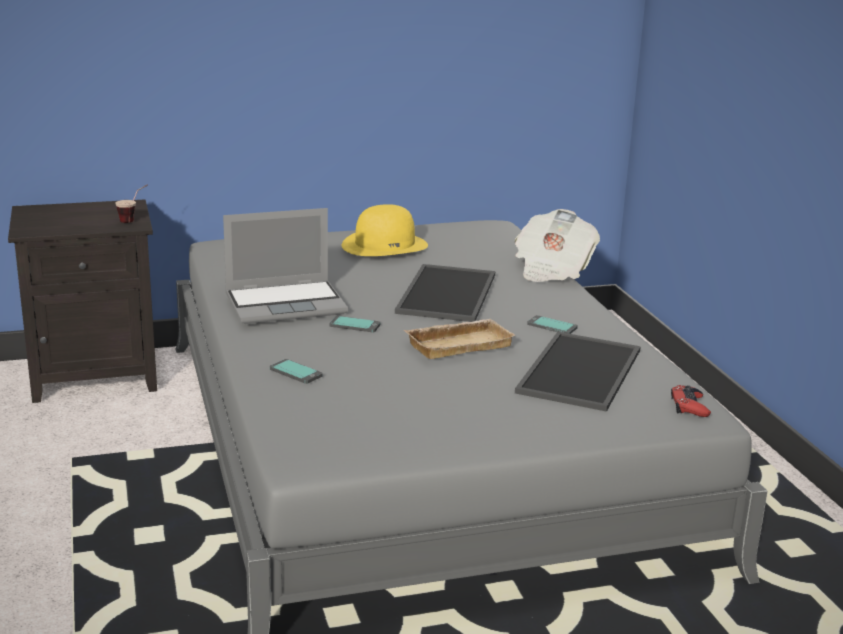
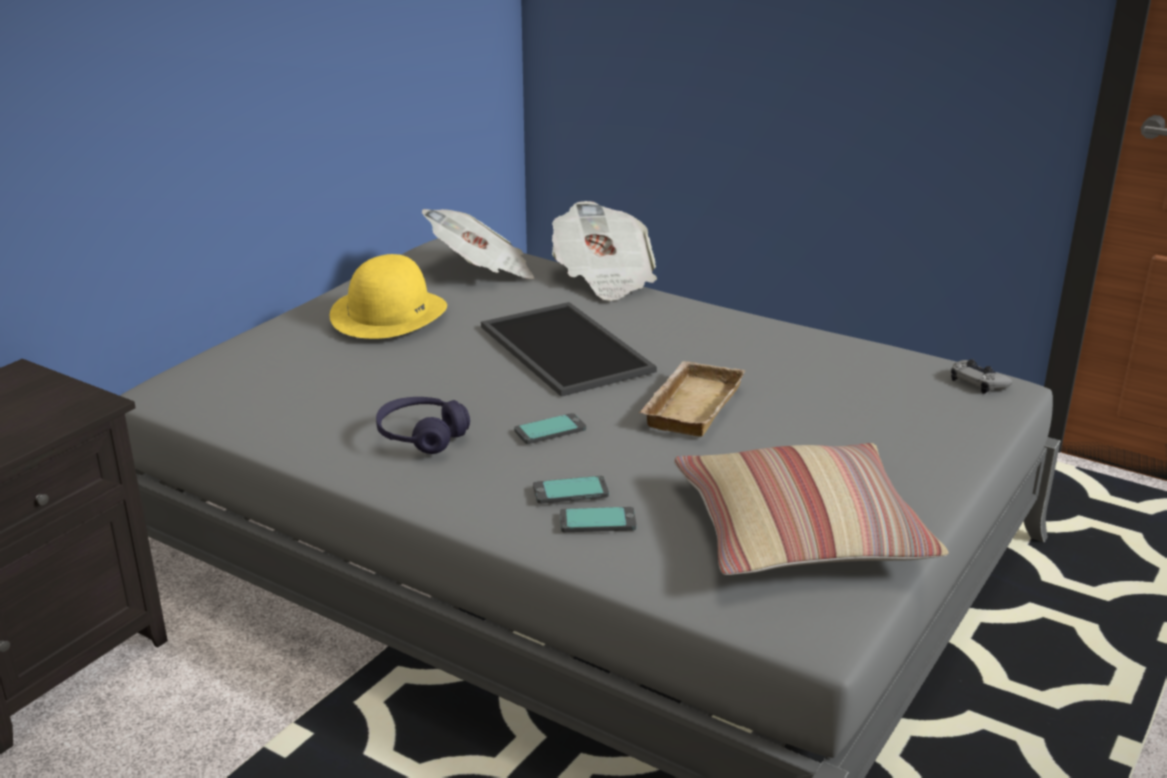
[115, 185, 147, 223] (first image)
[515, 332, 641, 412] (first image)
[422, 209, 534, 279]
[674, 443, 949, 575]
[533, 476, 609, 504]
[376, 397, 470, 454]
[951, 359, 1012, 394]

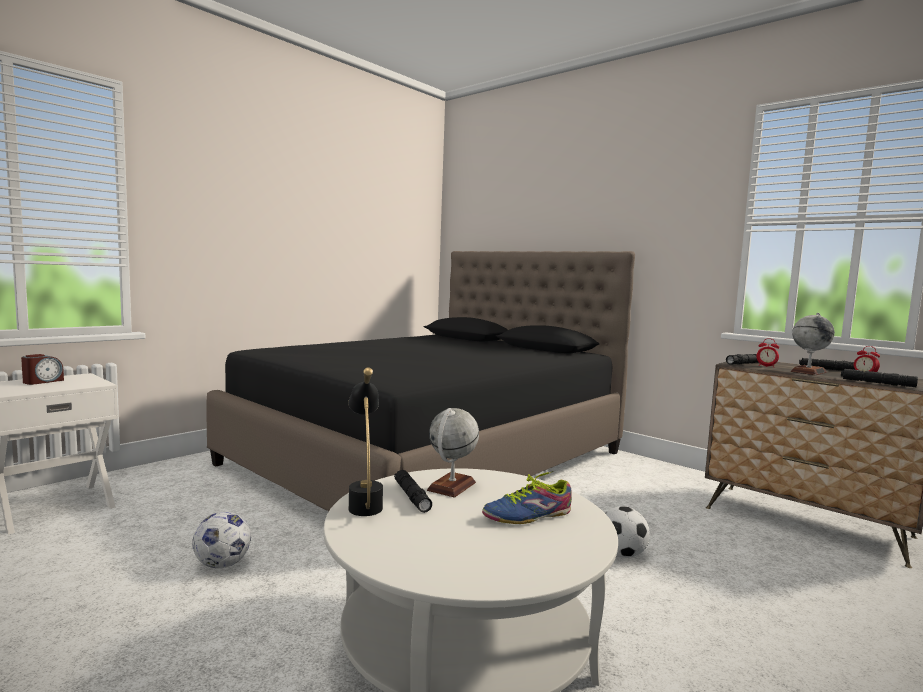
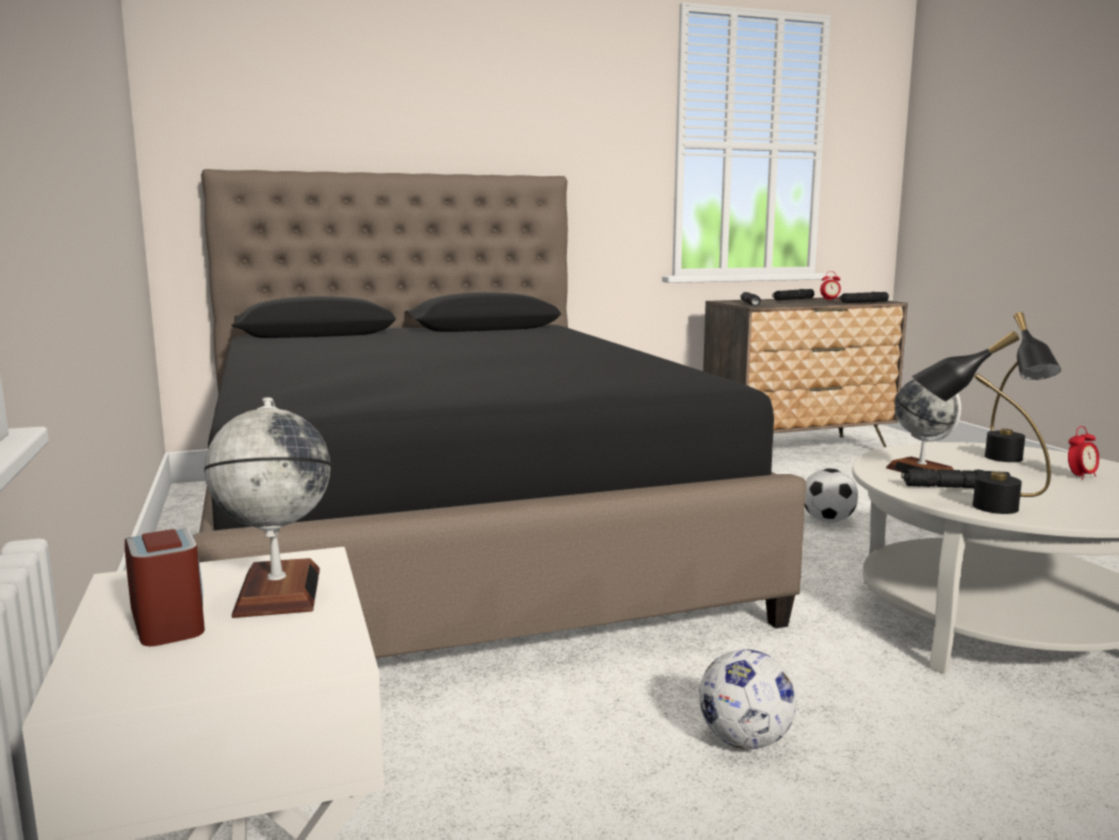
[1068, 426, 1099, 480]
[204, 397, 331, 618]
[985, 312, 1061, 462]

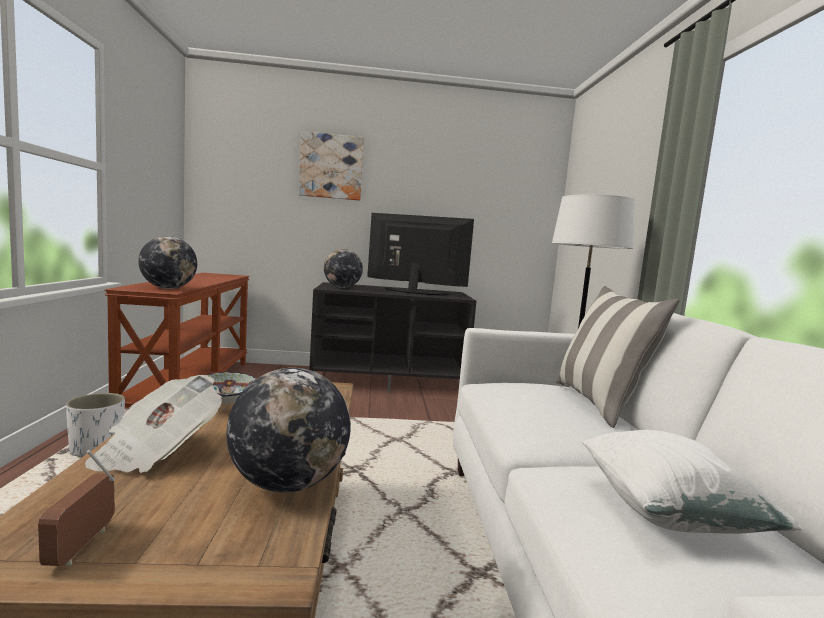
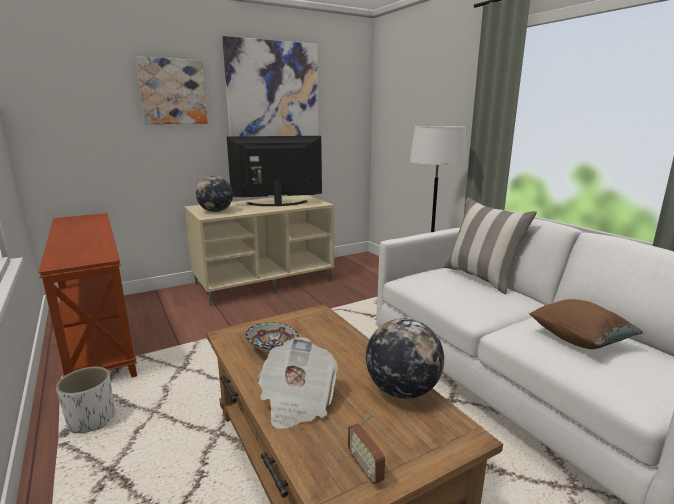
[138, 236, 197, 289] (first image)
[222, 36, 318, 136]
[184, 195, 334, 307]
[529, 299, 643, 349]

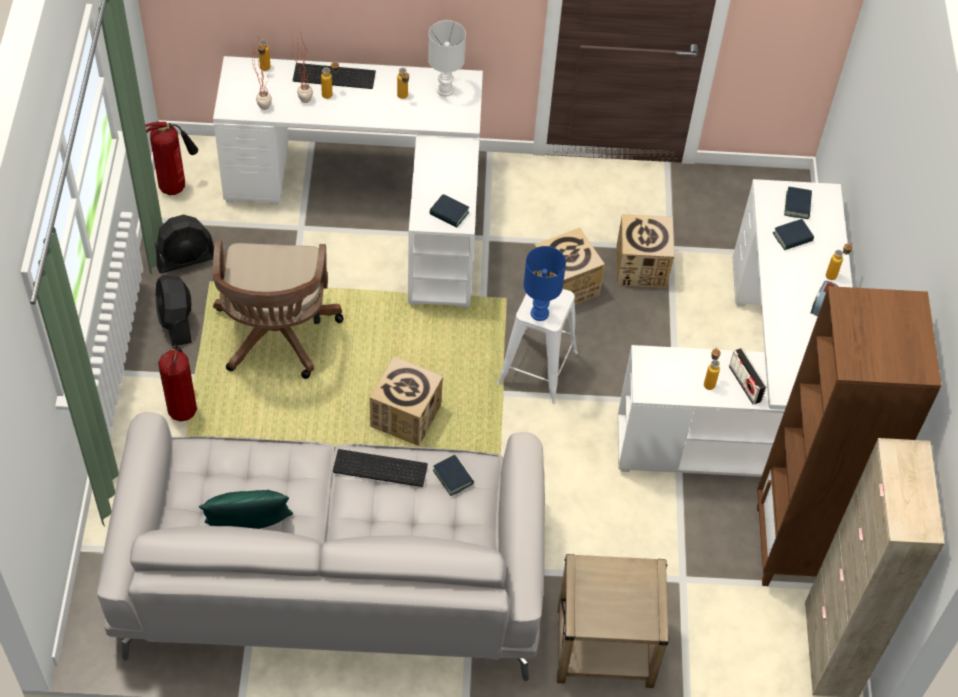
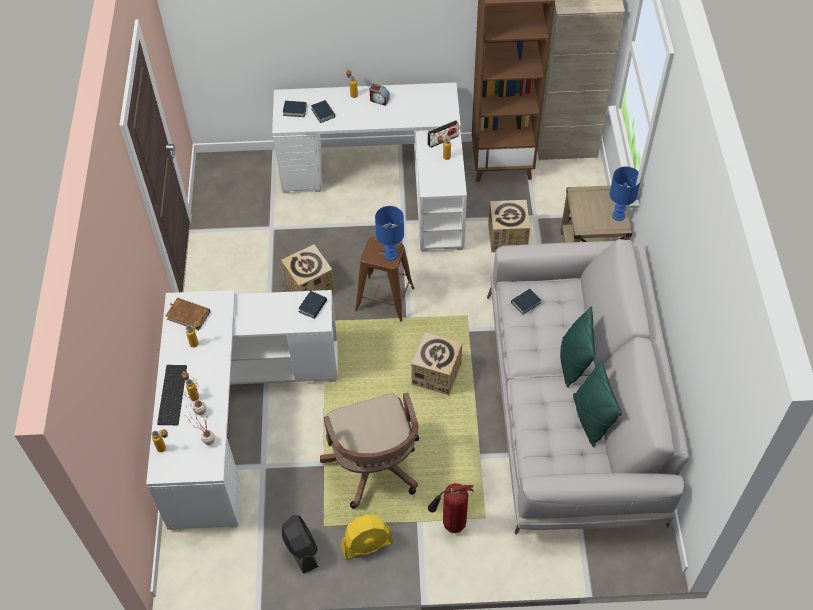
[145, 120, 198, 195] (first image)
[333, 449, 428, 487] (first image)
[560, 306, 595, 388]
[610, 167, 641, 221]
[488, 200, 530, 252]
[166, 298, 210, 331]
[341, 515, 394, 560]
[355, 237, 414, 322]
[320, 392, 419, 509]

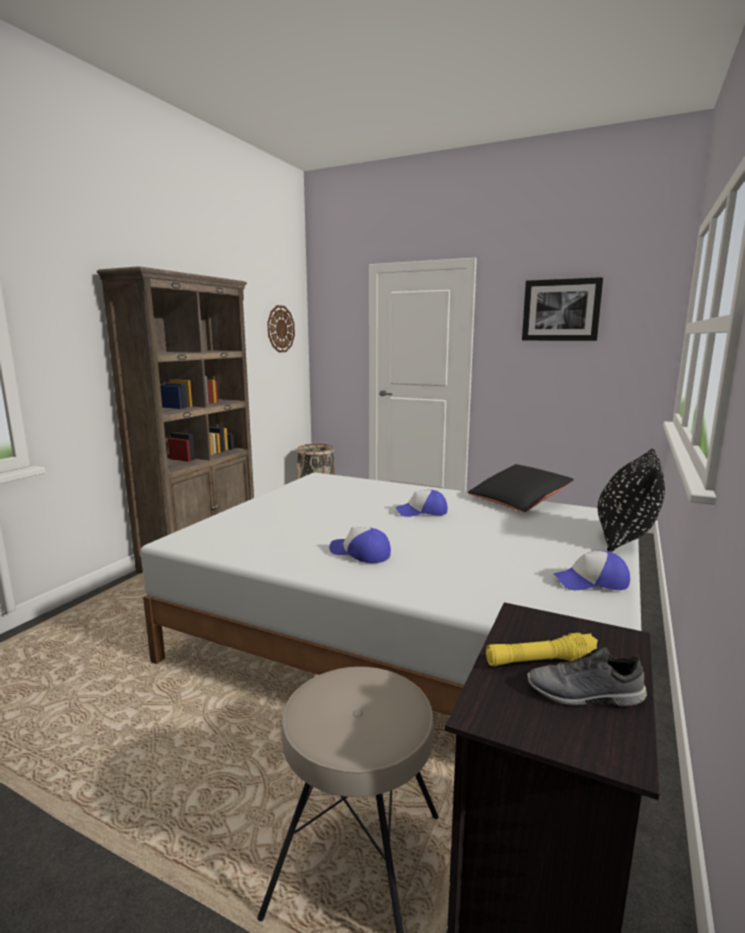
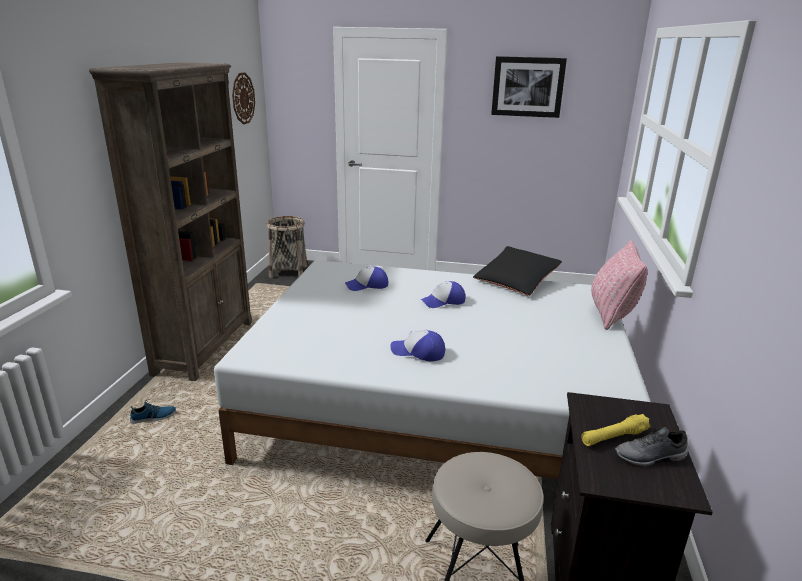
[130, 400, 176, 424]
[345, 267, 388, 291]
[591, 240, 647, 330]

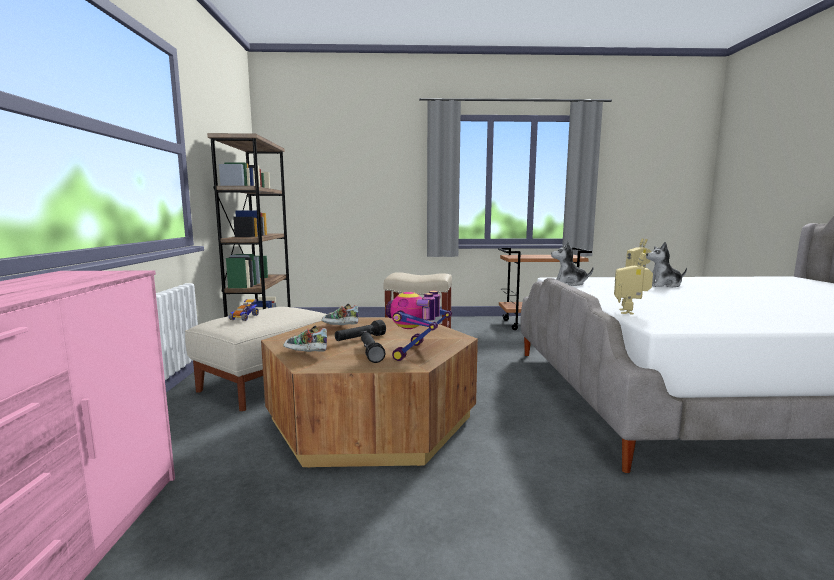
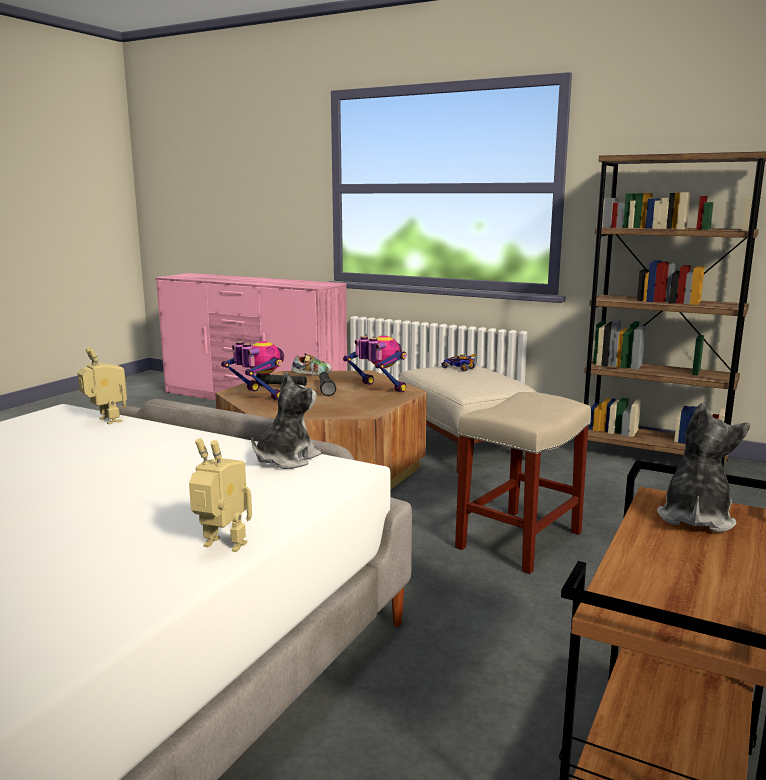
[657, 403, 750, 533]
[343, 336, 407, 393]

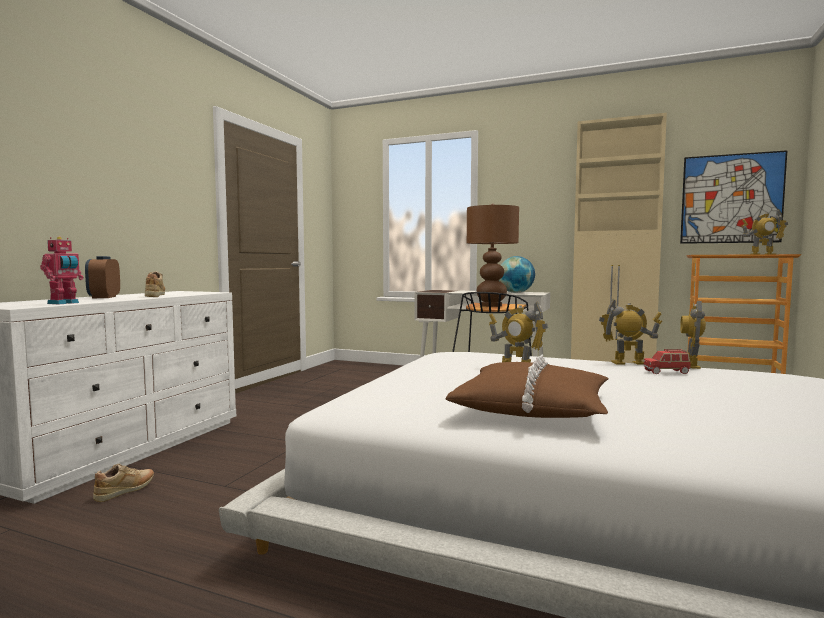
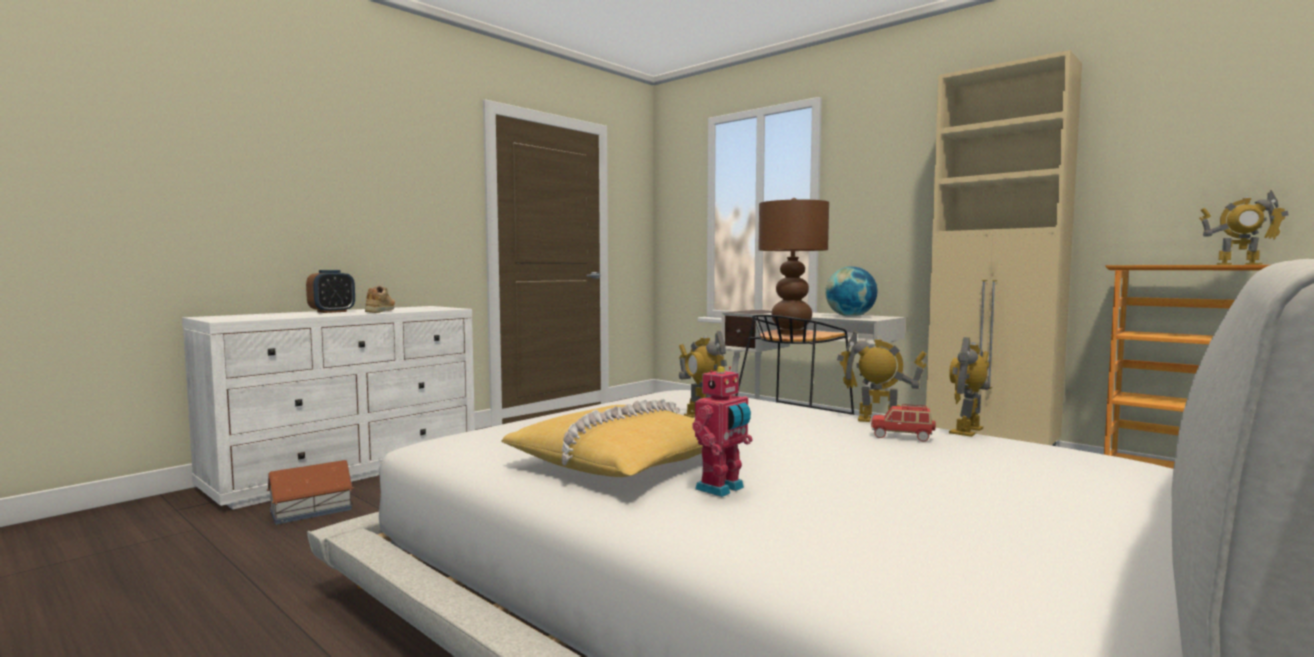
[680, 150, 787, 244] (first image)
[692, 366, 752, 497]
[267, 460, 354, 525]
[501, 398, 703, 477]
[306, 270, 355, 313]

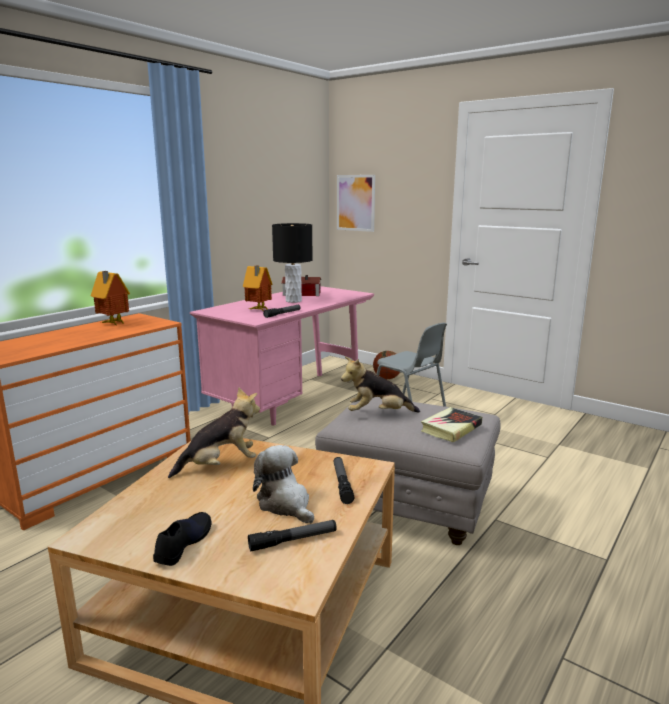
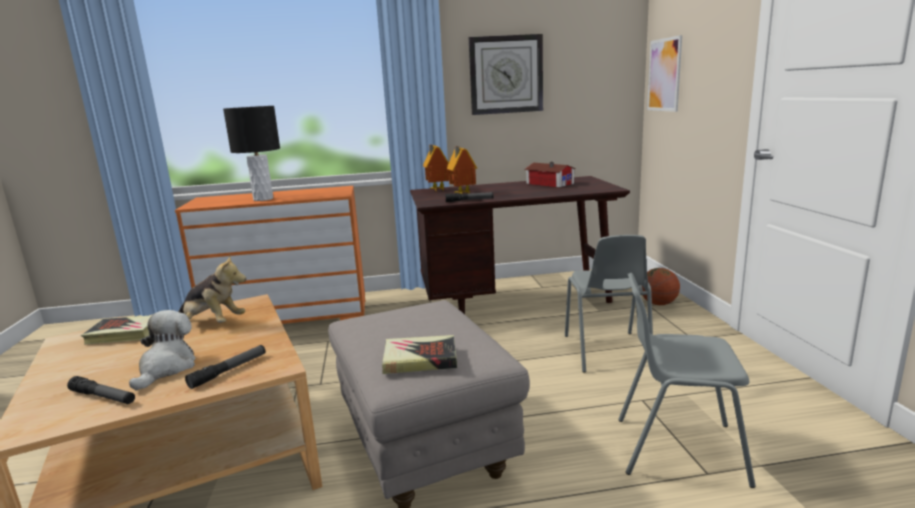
[153, 512, 212, 566] (first image)
[341, 357, 420, 412] (first image)
[81, 315, 152, 345]
[469, 34, 543, 115]
[618, 273, 756, 488]
[423, 145, 449, 192]
[223, 106, 280, 201]
[410, 176, 630, 314]

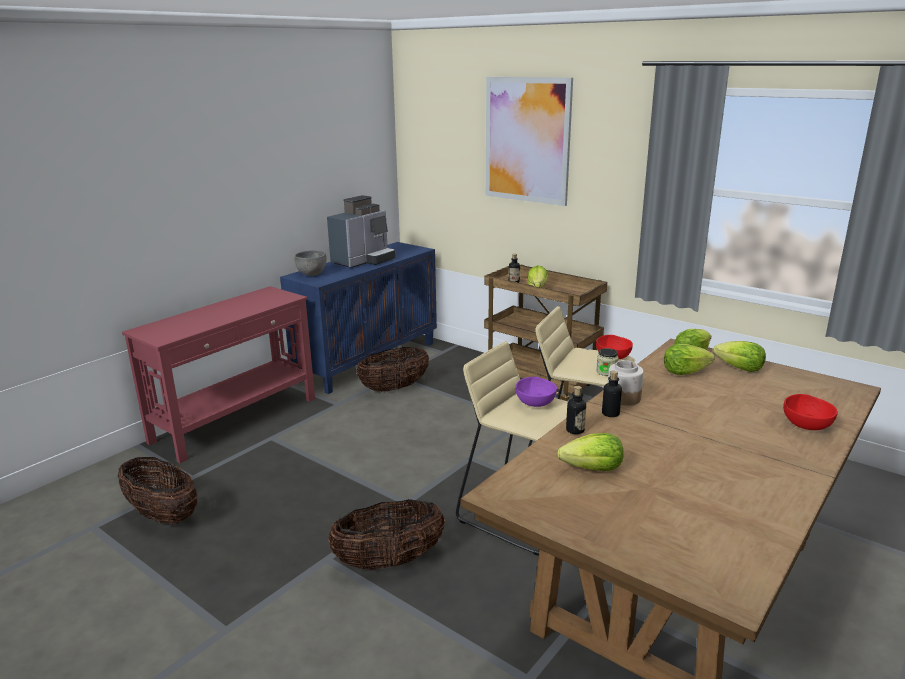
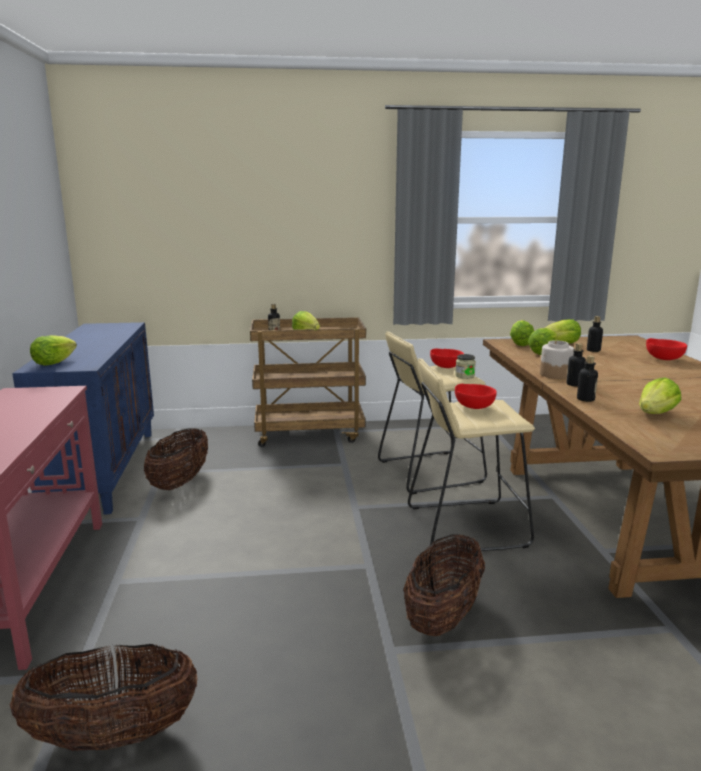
[327, 195, 395, 268] (first image)
[486, 77, 573, 206] (first image)
[587, 316, 603, 352]
[30, 335, 77, 366]
[455, 384, 497, 409]

